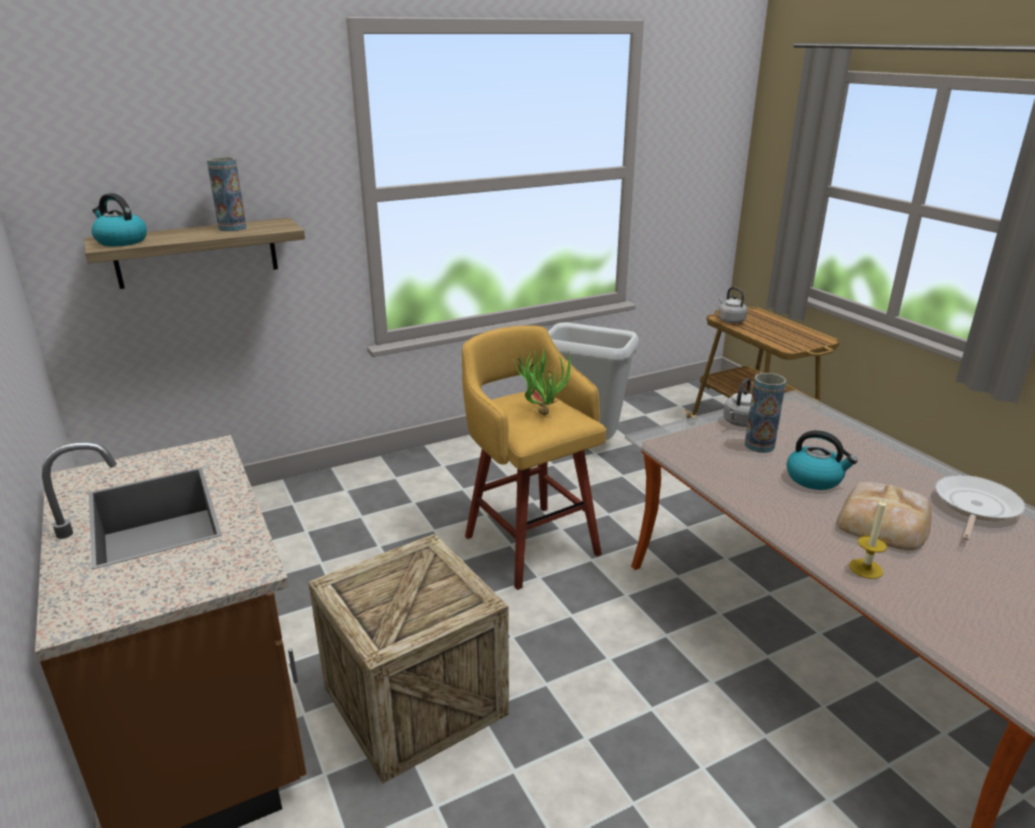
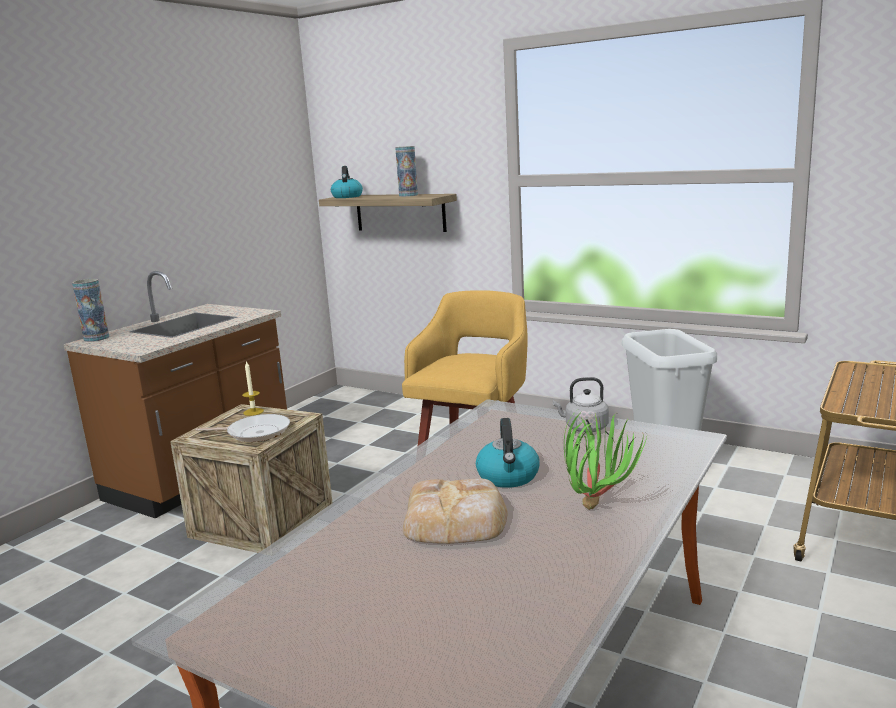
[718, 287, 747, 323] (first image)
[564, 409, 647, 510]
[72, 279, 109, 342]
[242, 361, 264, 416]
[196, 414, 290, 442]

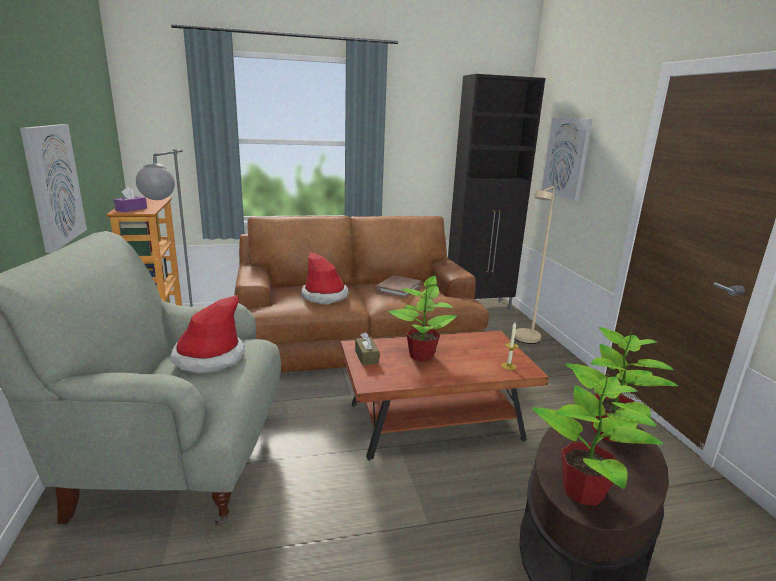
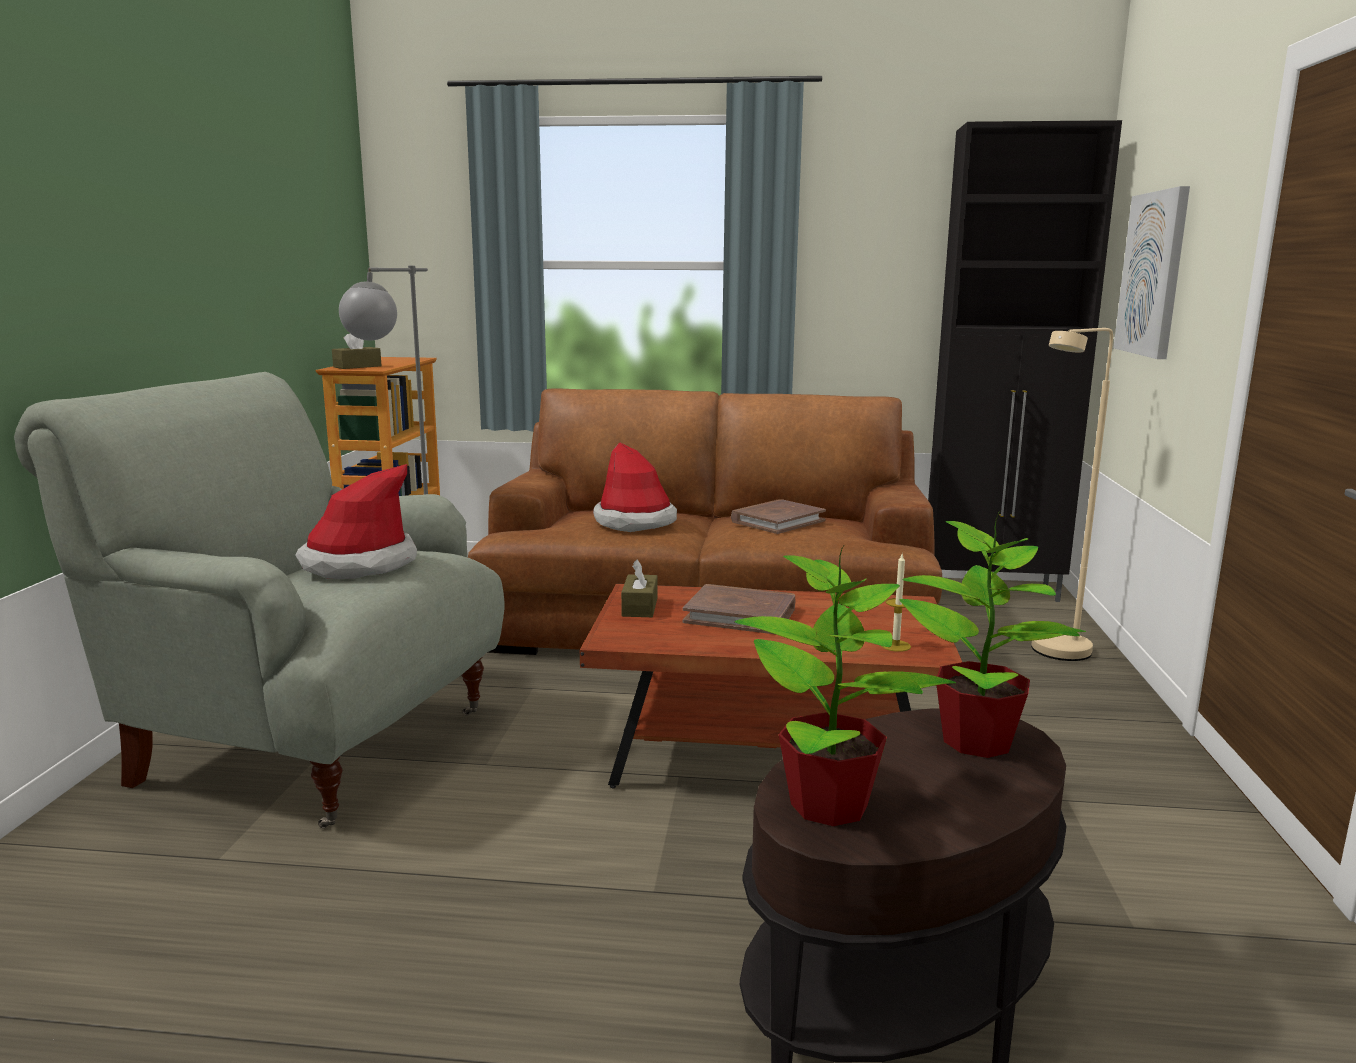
[20, 124, 87, 253] (first image)
[683, 584, 795, 634]
[332, 334, 382, 369]

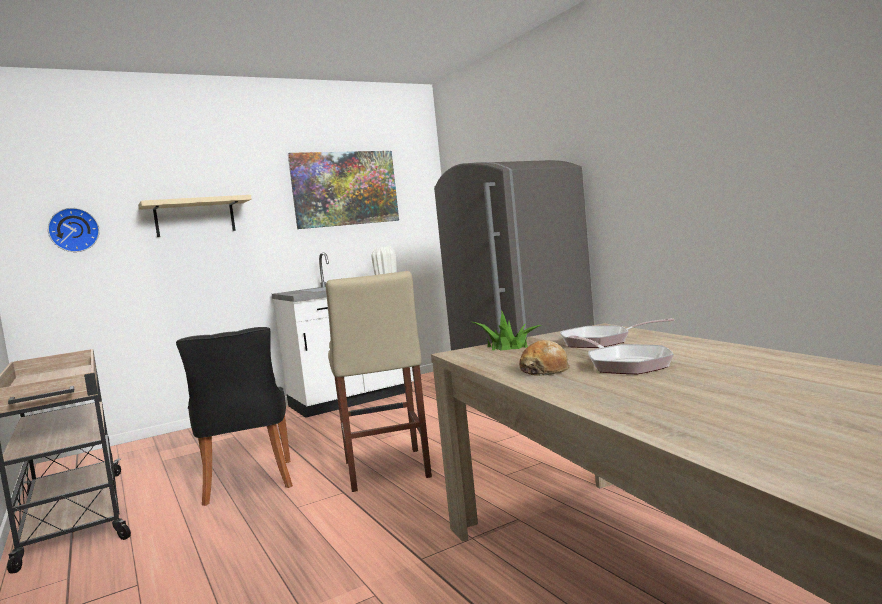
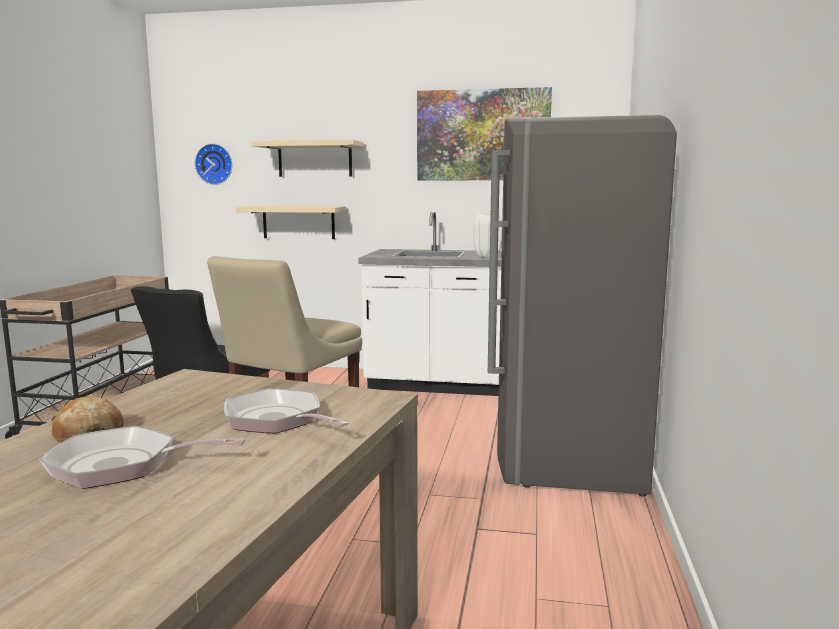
[472, 310, 542, 351] (first image)
[236, 206, 346, 239]
[39, 426, 246, 489]

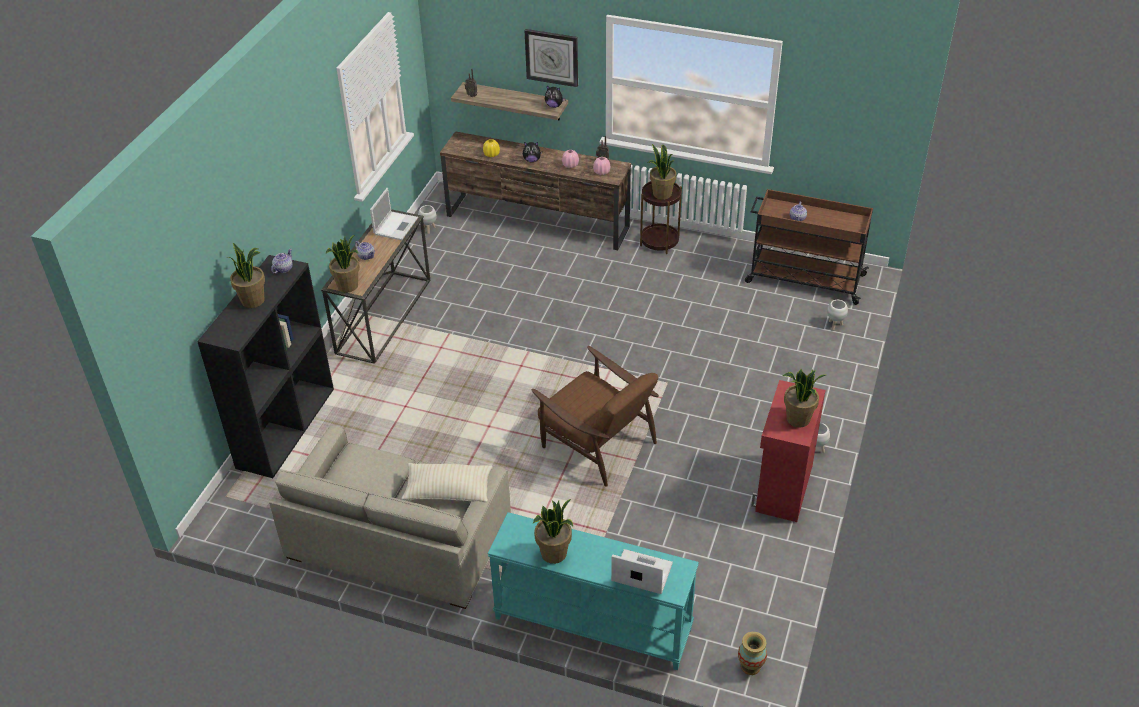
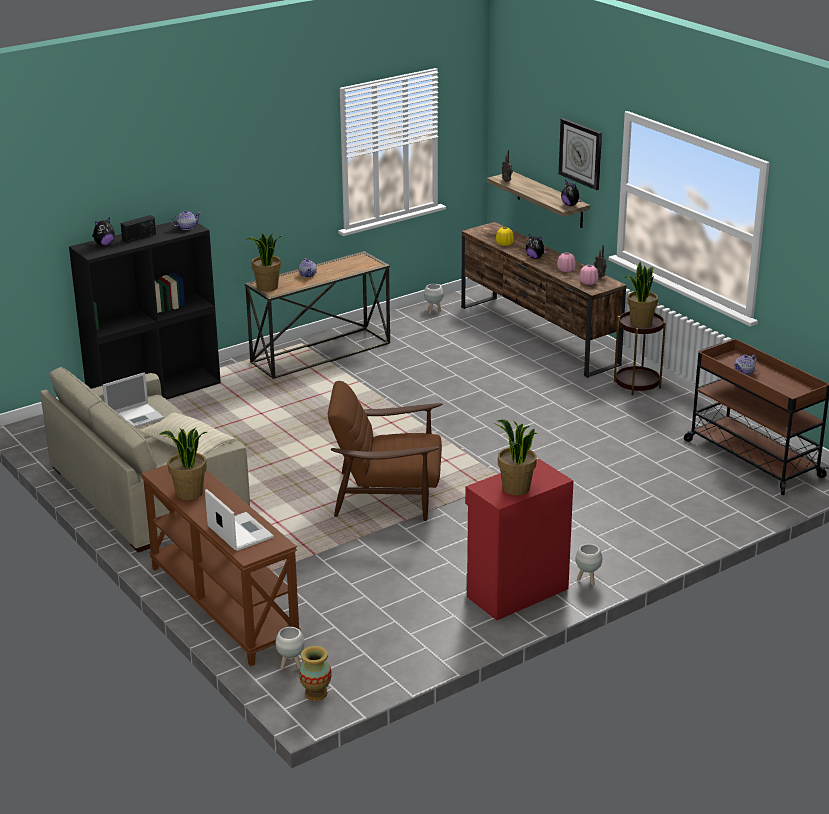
[92, 218, 115, 246]
[103, 372, 164, 427]
[276, 627, 305, 669]
[121, 215, 156, 243]
[141, 464, 301, 666]
[328, 381, 442, 521]

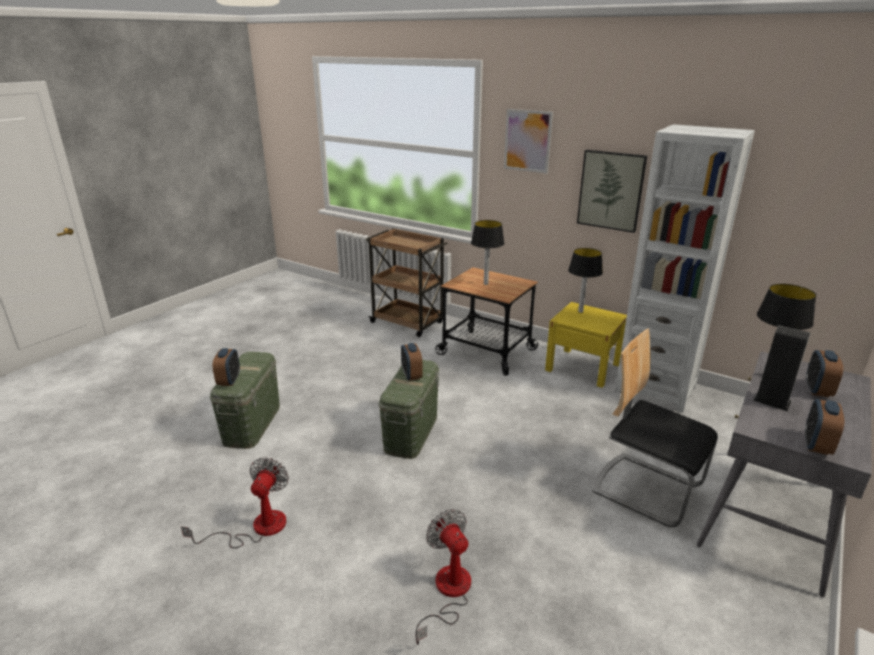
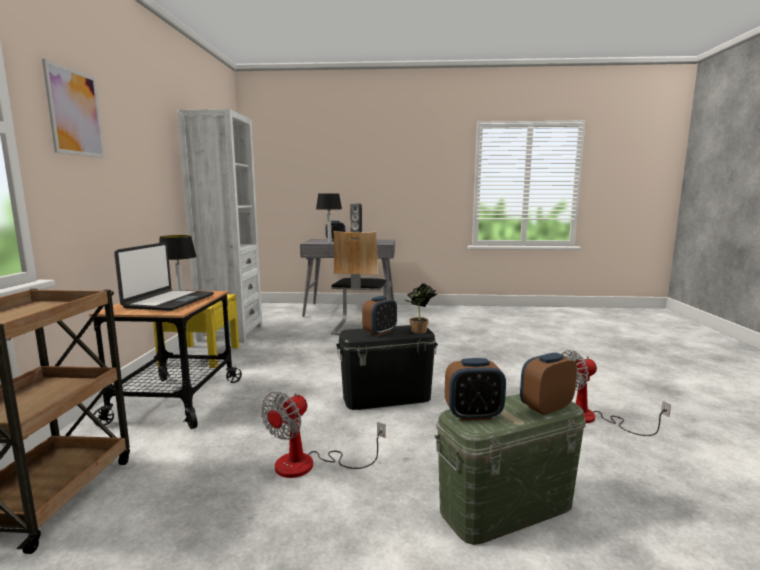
[577, 150, 647, 233] (first image)
[405, 283, 437, 334]
[261, 391, 386, 478]
[445, 358, 506, 421]
[114, 242, 214, 311]
[336, 325, 438, 410]

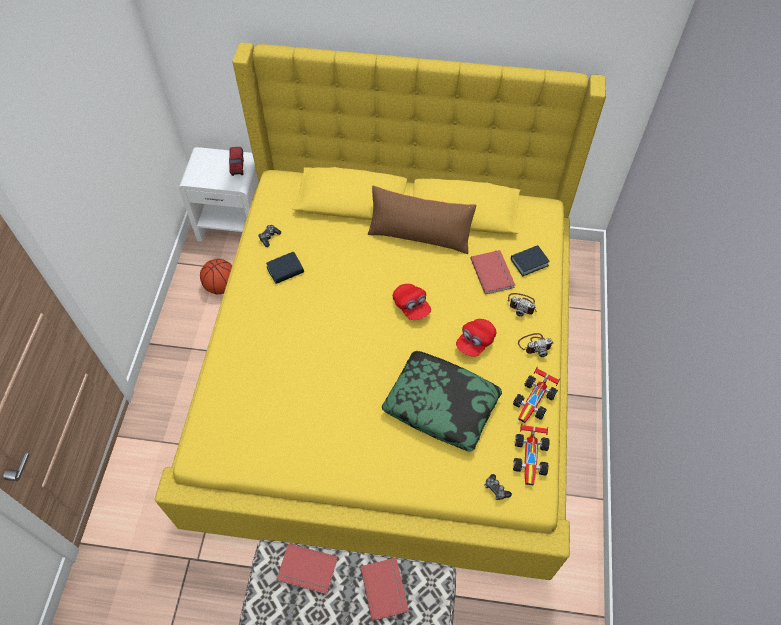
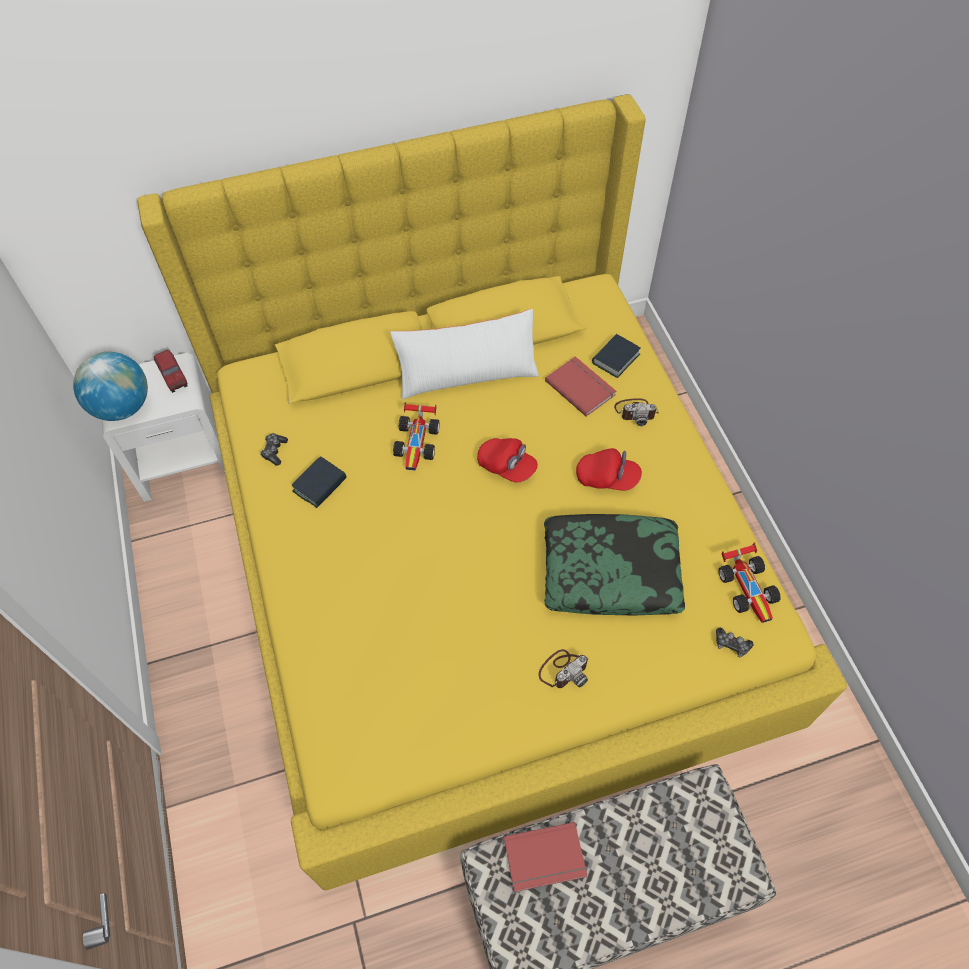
[200, 259, 232, 294] (first image)
[360, 558, 409, 621] (first image)
[73, 352, 148, 421]
[393, 402, 440, 471]
[538, 649, 589, 688]
[390, 309, 539, 399]
[576, 448, 642, 490]

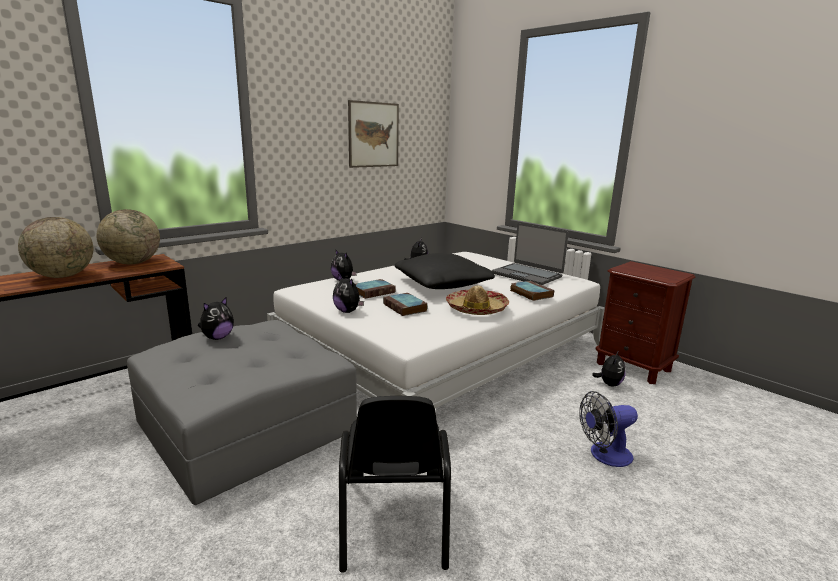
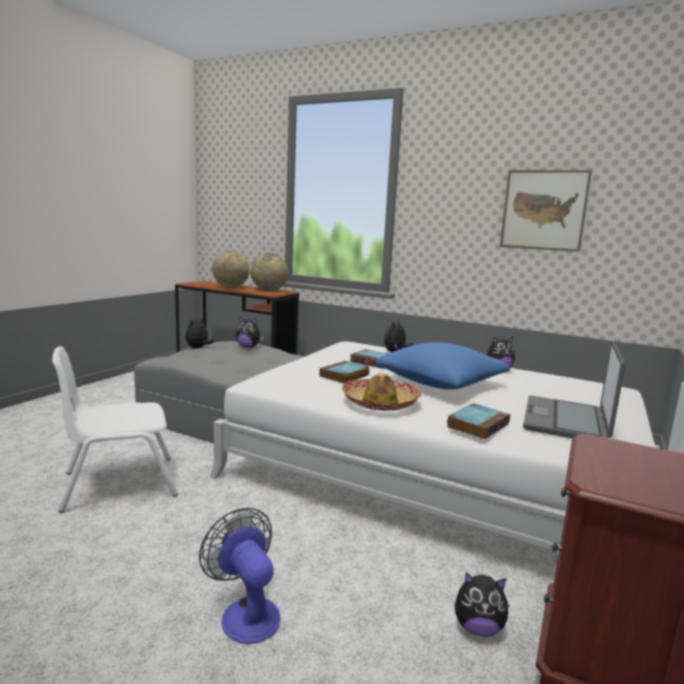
[185, 317, 214, 348]
[52, 346, 178, 512]
[376, 342, 510, 390]

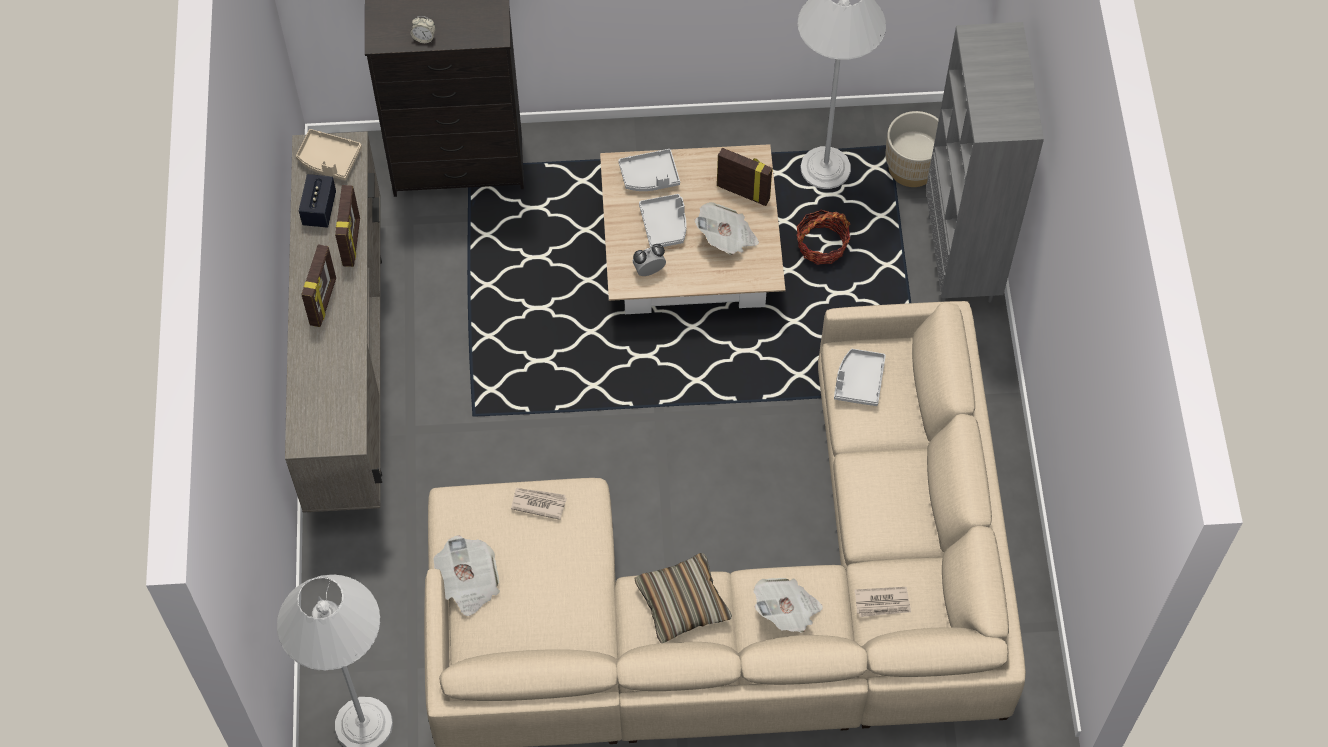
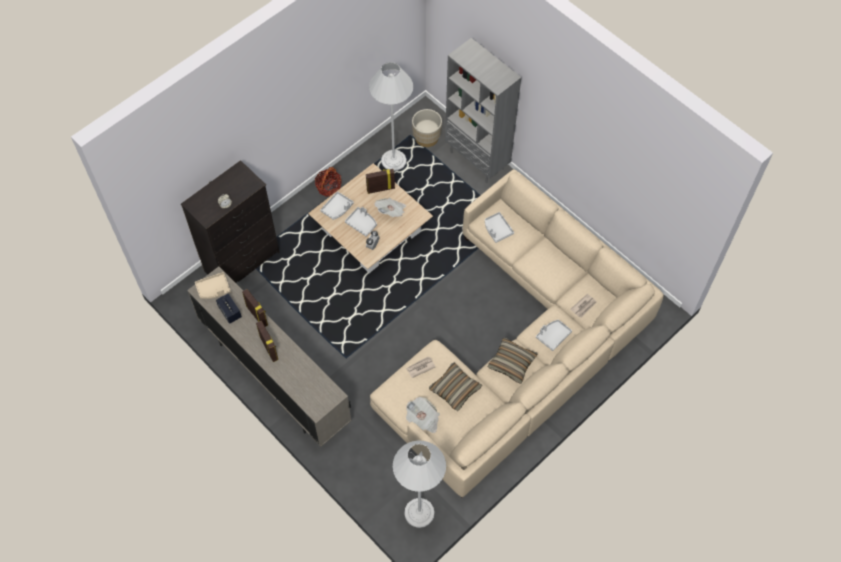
[429, 363, 482, 411]
[315, 167, 341, 197]
[536, 320, 572, 351]

